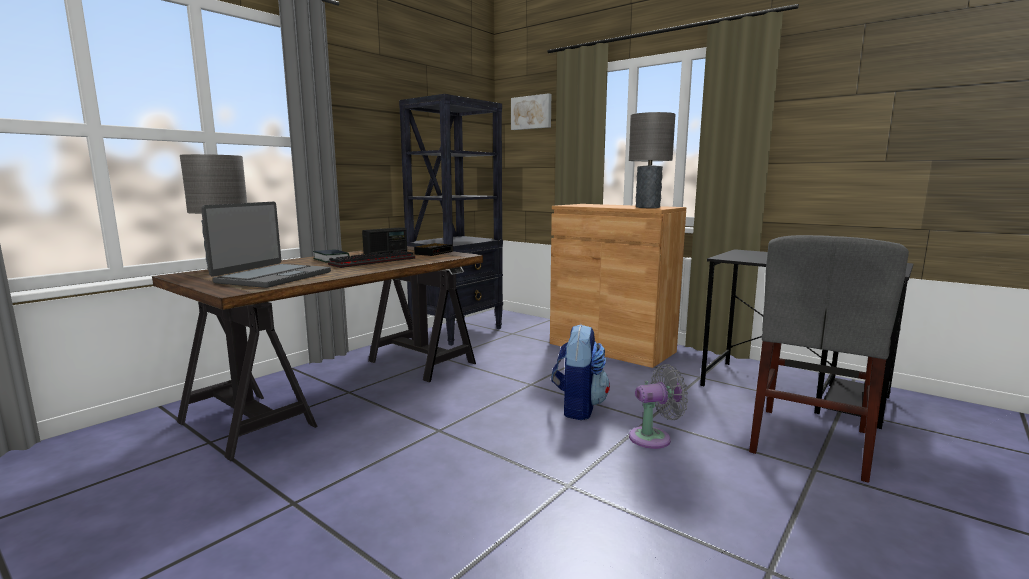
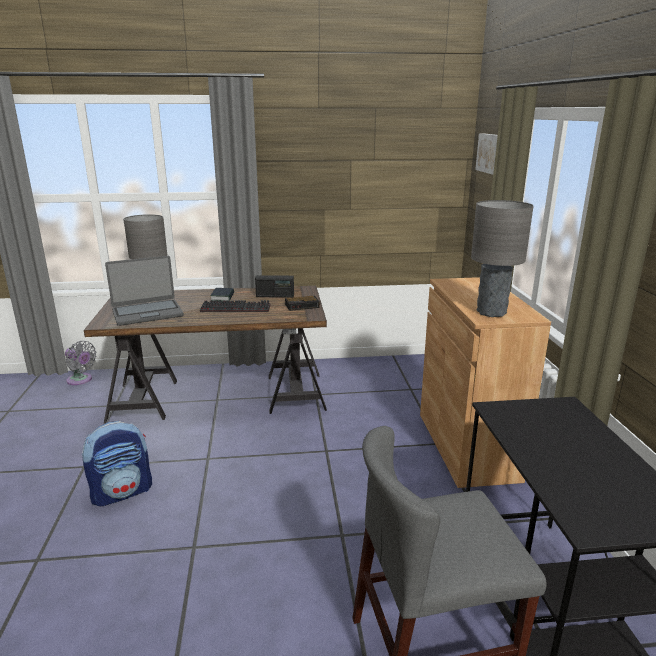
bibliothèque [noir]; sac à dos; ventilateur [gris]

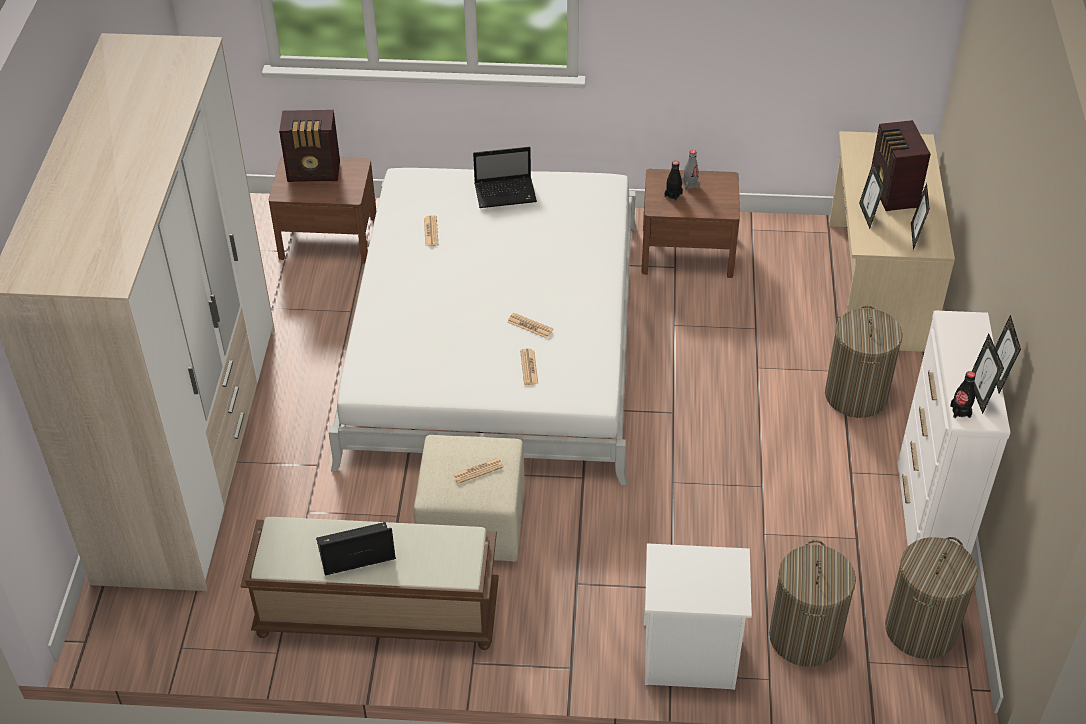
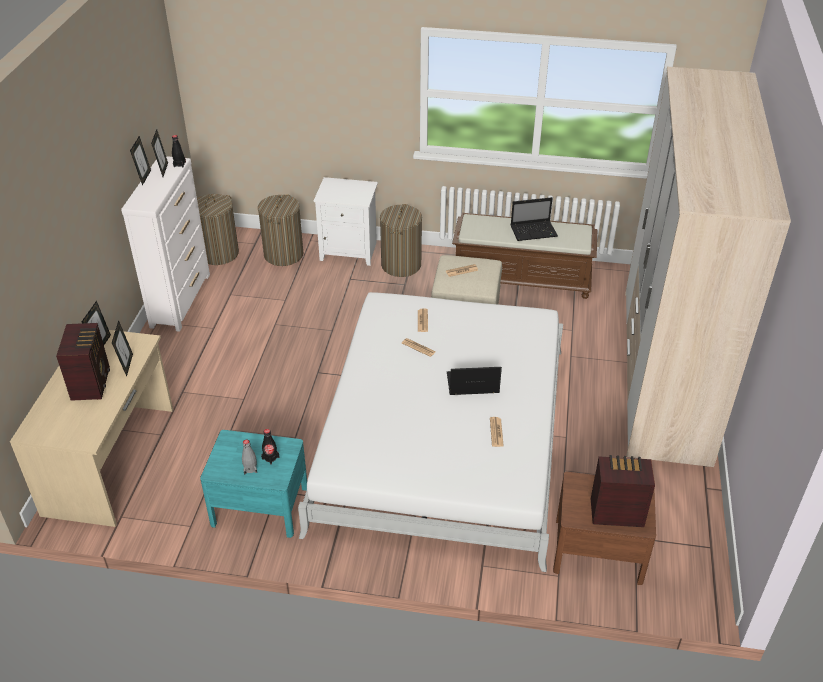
ordinateur portable (no. 1 from left); table de chevet [turquoise]; panier à linge (no. 3 from left)

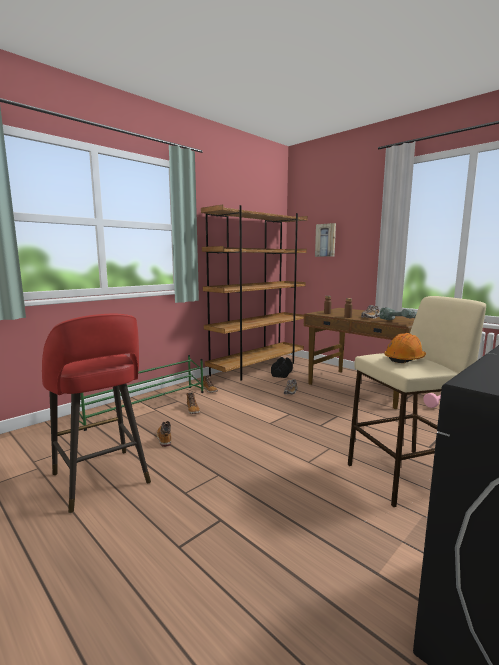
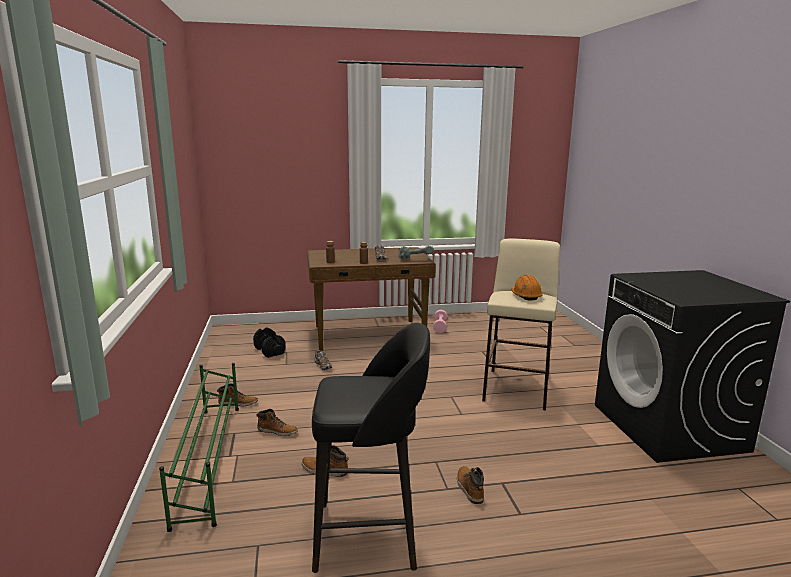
tabouret [noir]; bibliothèque [marron]; tableau; botte (no. 4 from left)

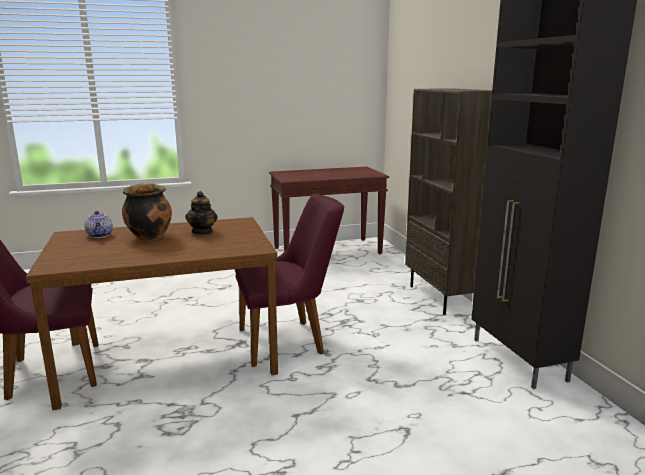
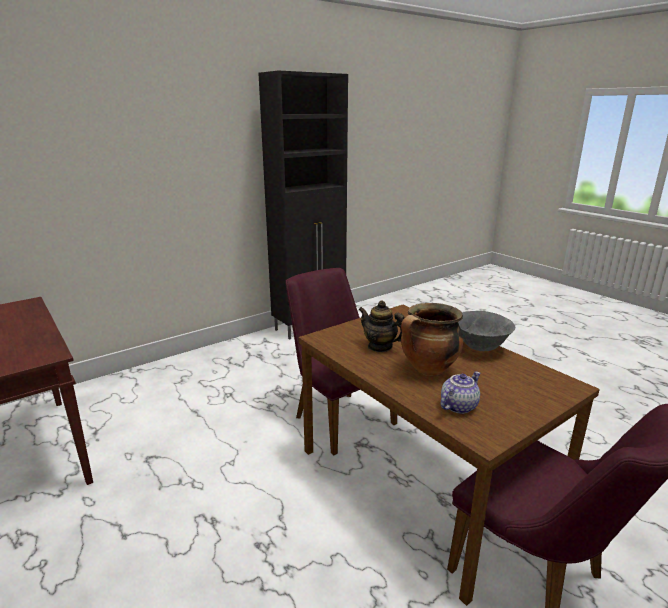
théière (no. 1 from left); bibliothèque [marron]; bol [gris]

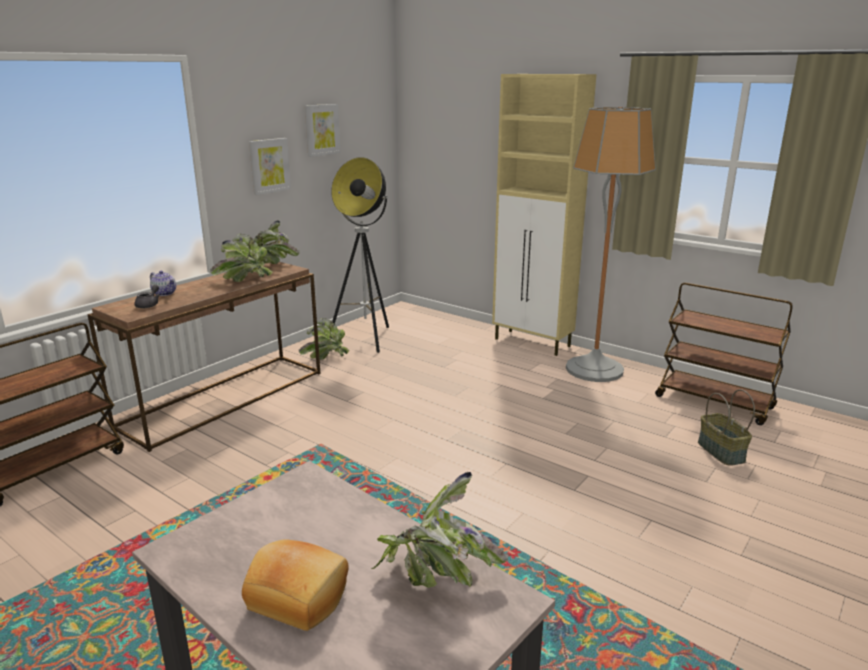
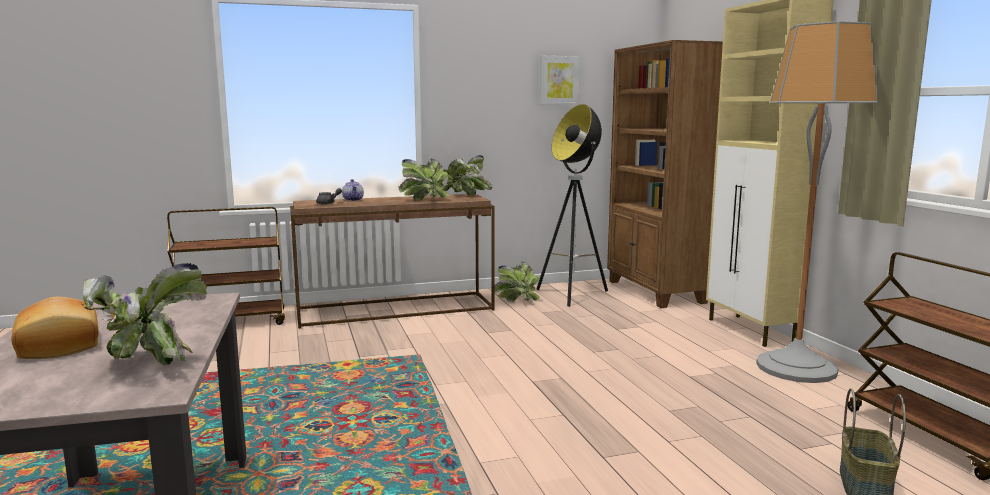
tableau (no. 1 from left in the first image); bibliothèque [marron]

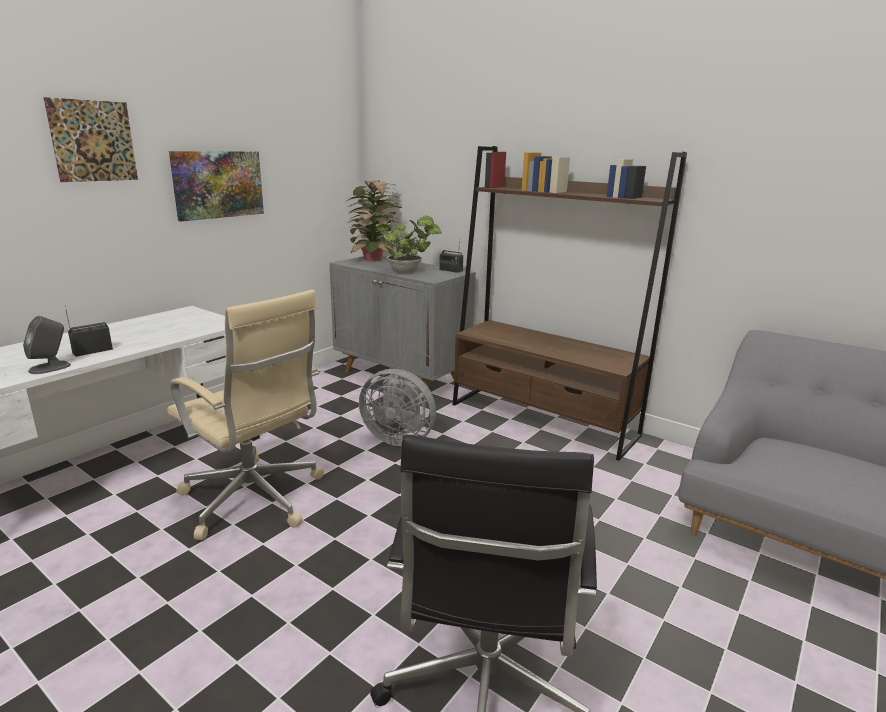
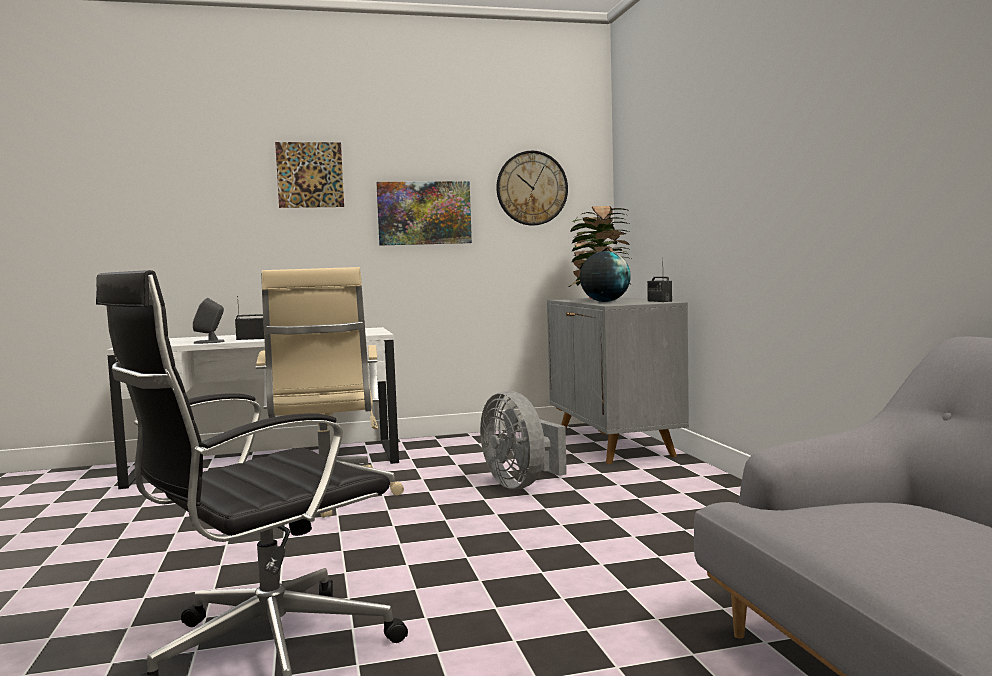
globe; bibliothèque [marron]; horloge murale

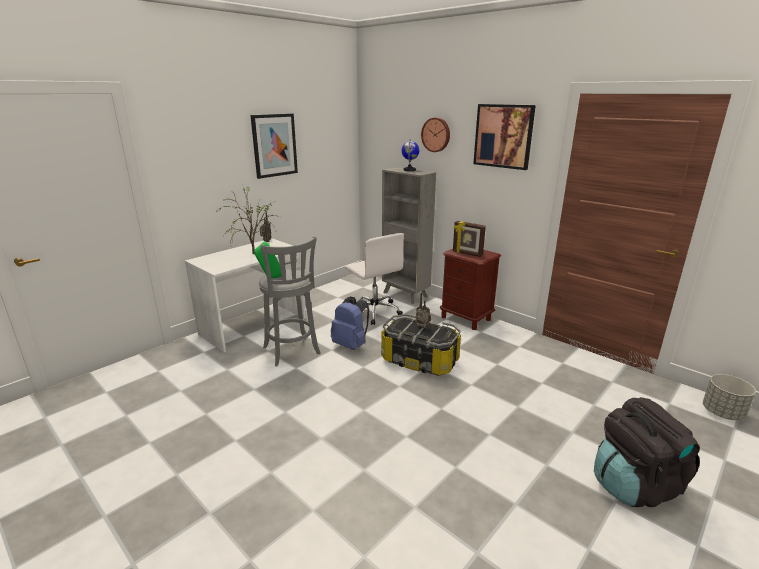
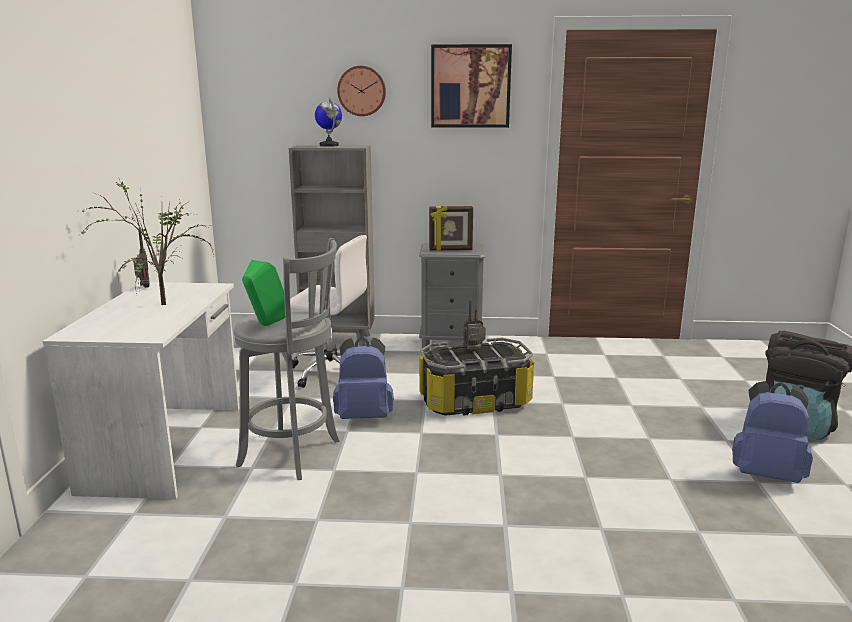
tableau (no. 1 from left in the first image); table de chevet [gris]; cache-pot [gris]; sac à dos [bleu] (no. 2 from left)

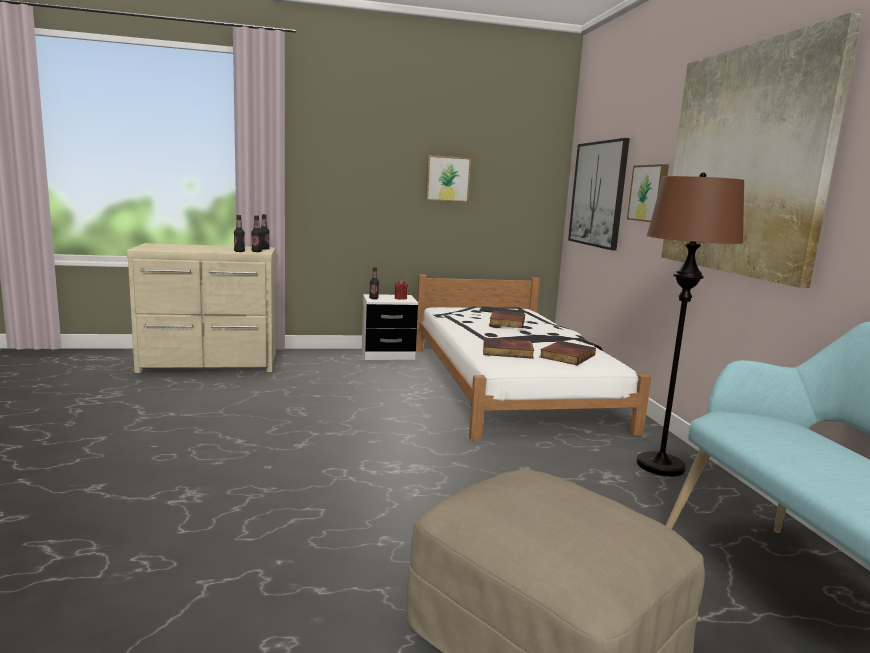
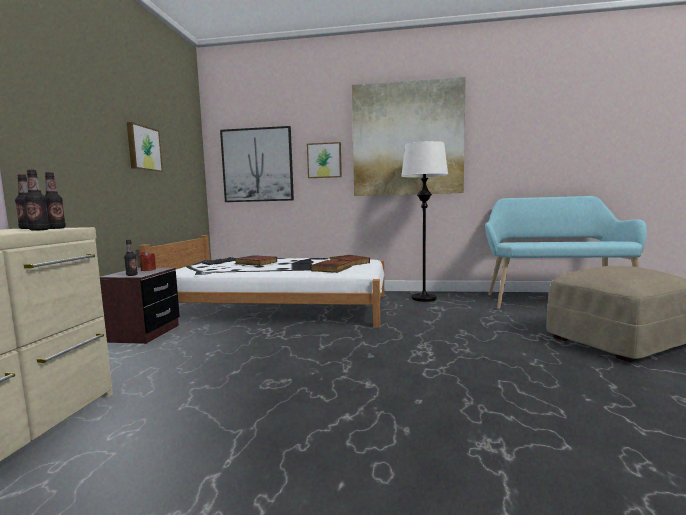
table de chevet [marron]; lampadaire [blanc]

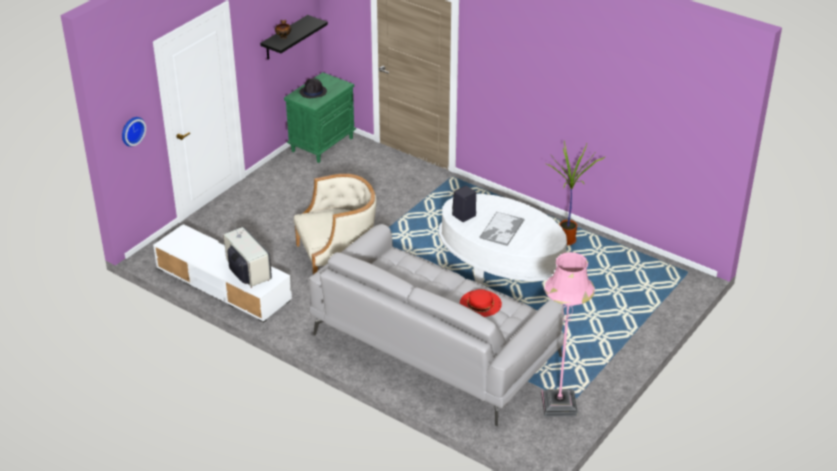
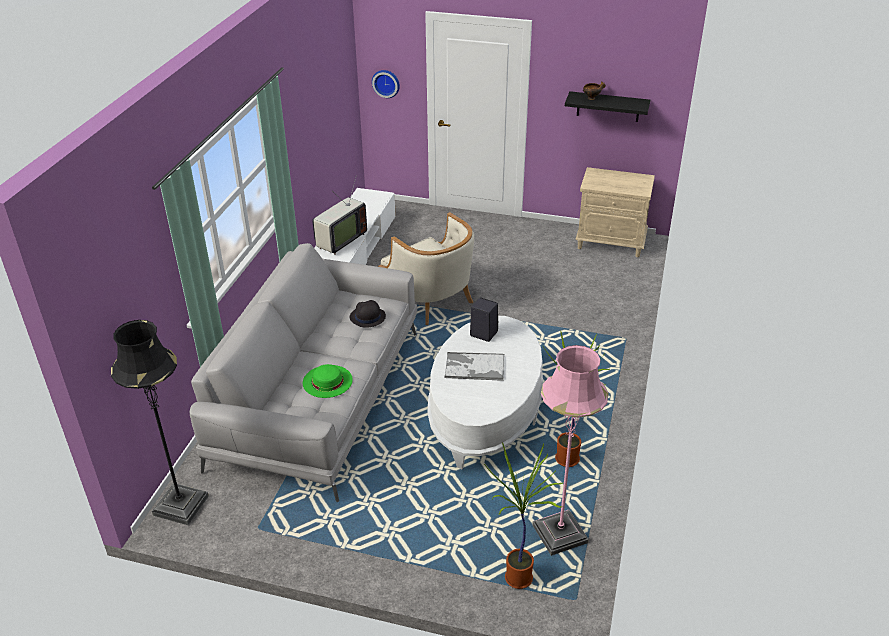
table de chevet [beige]; chapeau [noir]; chapeau [vert]; lampadaire [rose]; lampadaire [noir]; plante en pot (no. 1 from left)

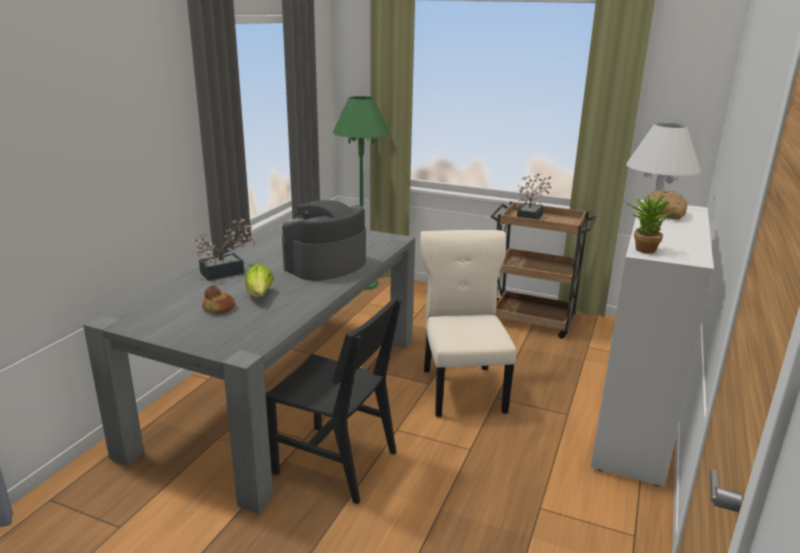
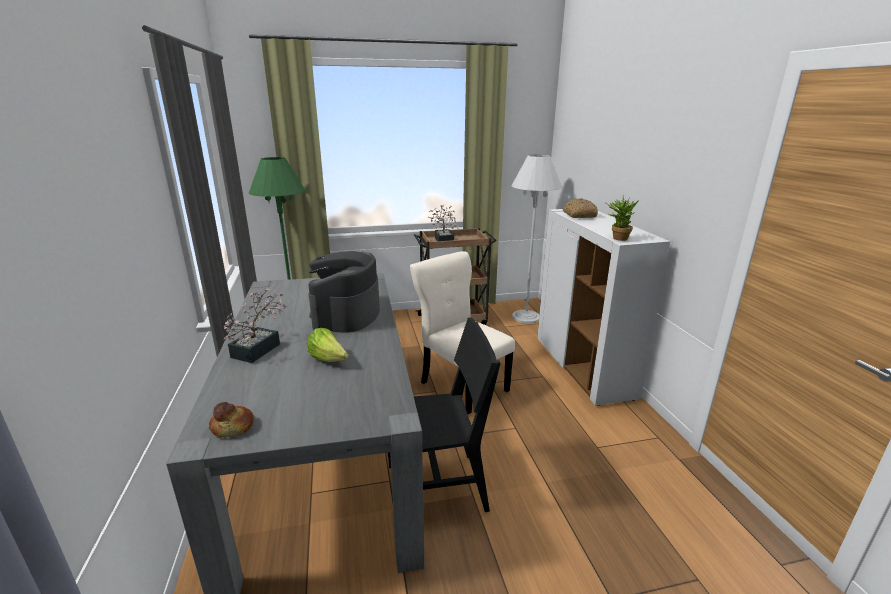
pain (no. 1 from left)

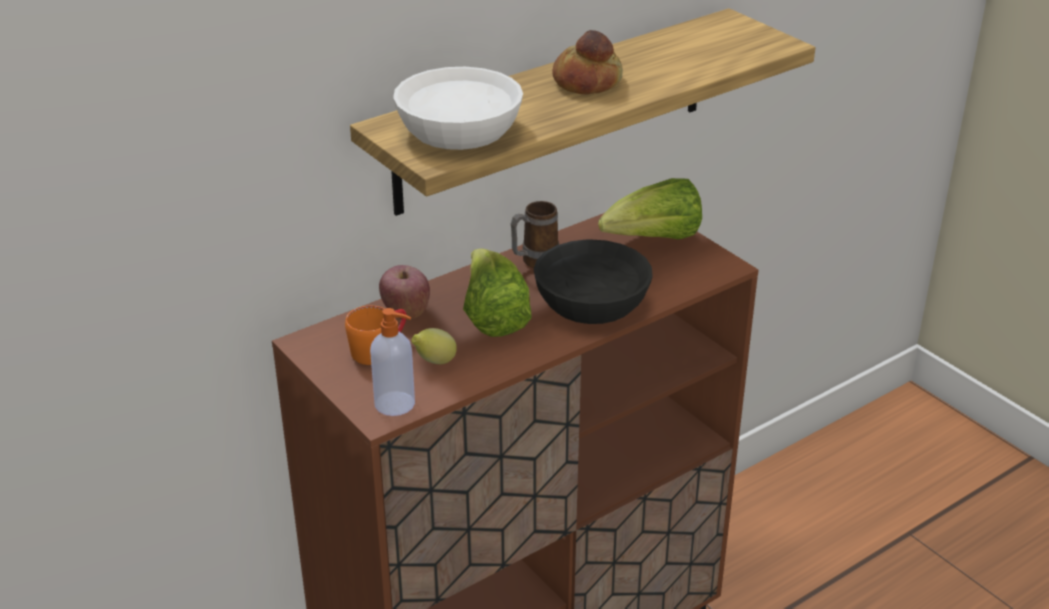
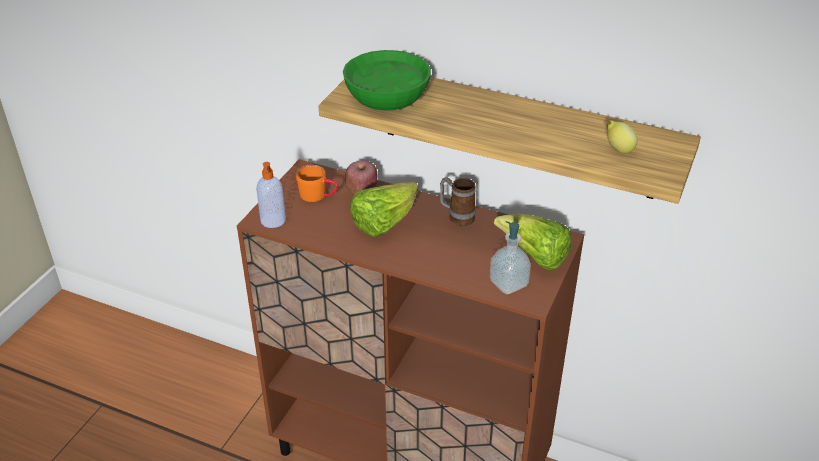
bol [vert]; citron; bol [noir]; pain; distributeur de savon (no. 2 from left)

